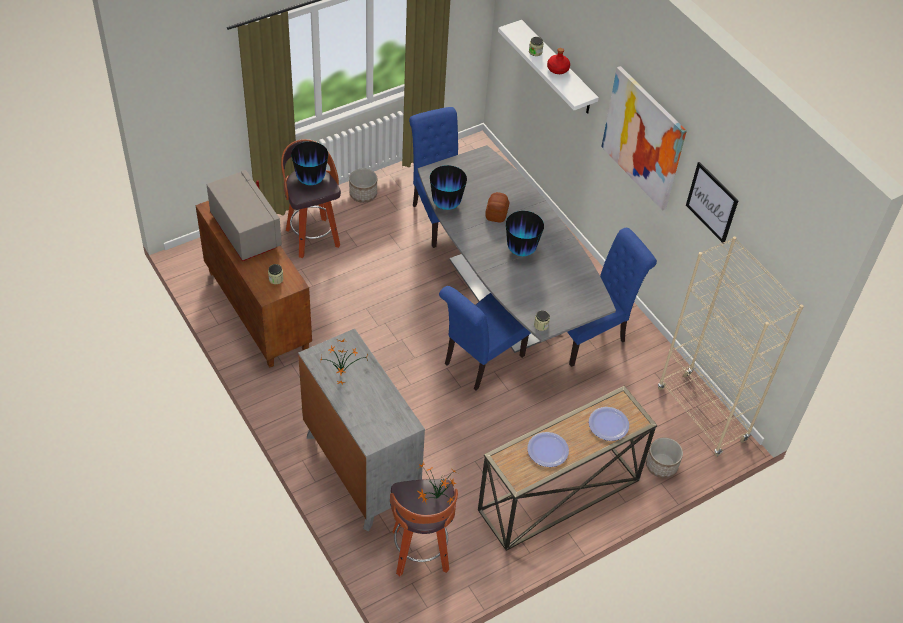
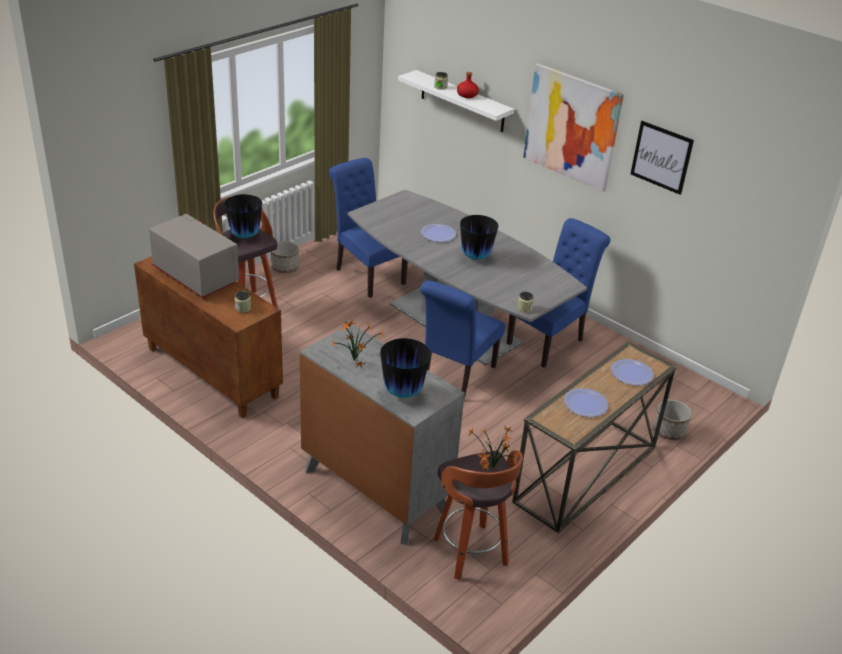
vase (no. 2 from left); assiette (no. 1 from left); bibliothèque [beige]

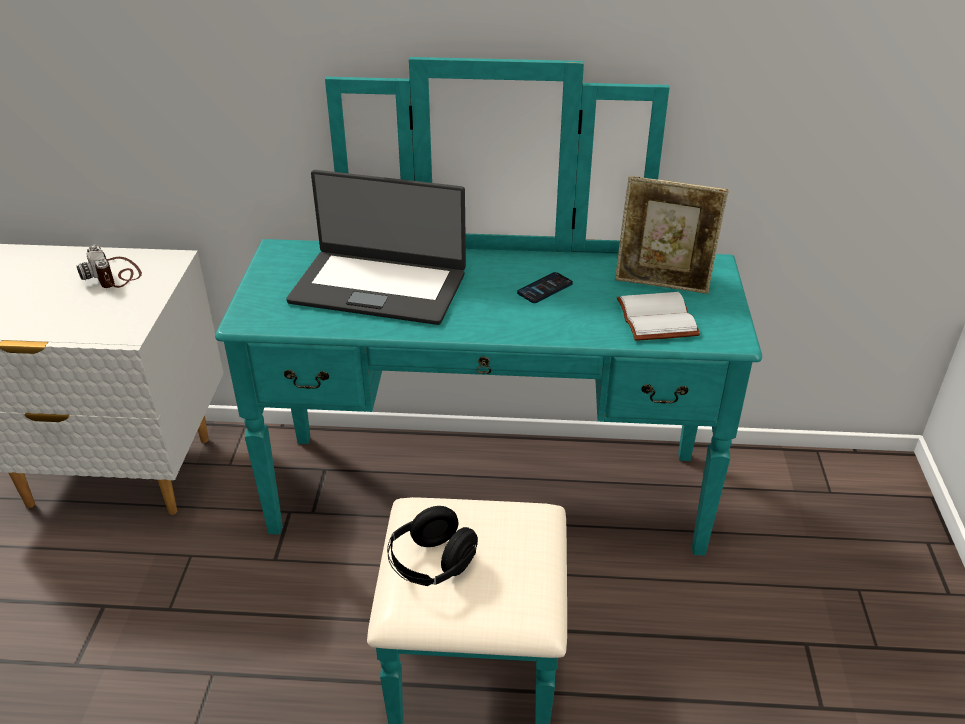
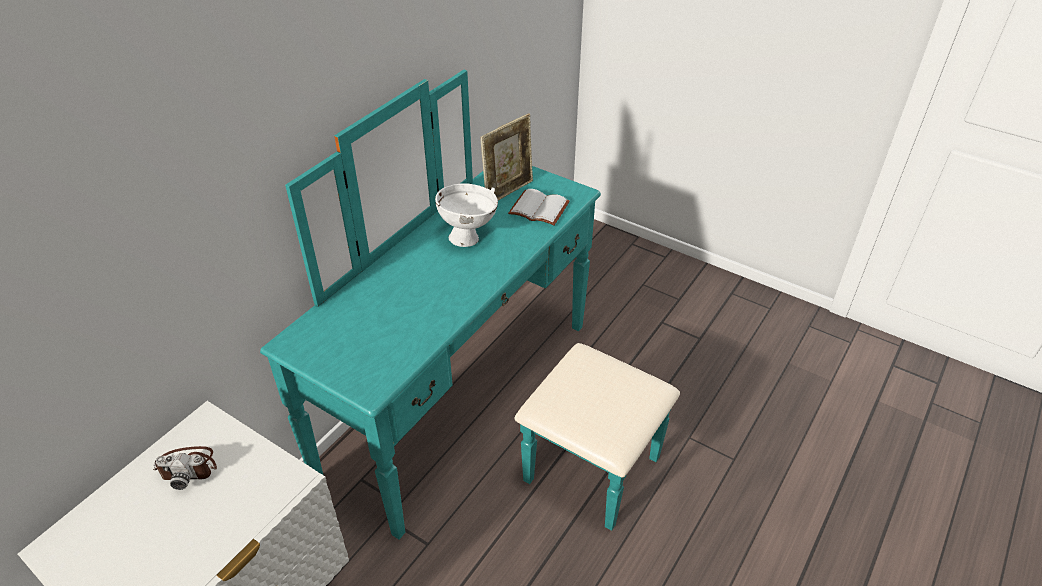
ordinateur portable; casque audio [noir]; bol [blanc]

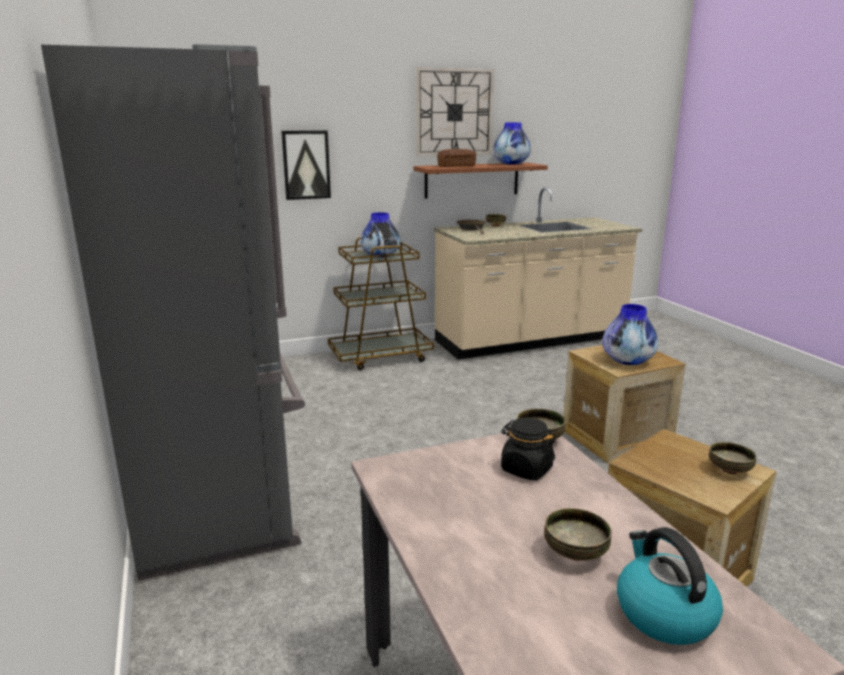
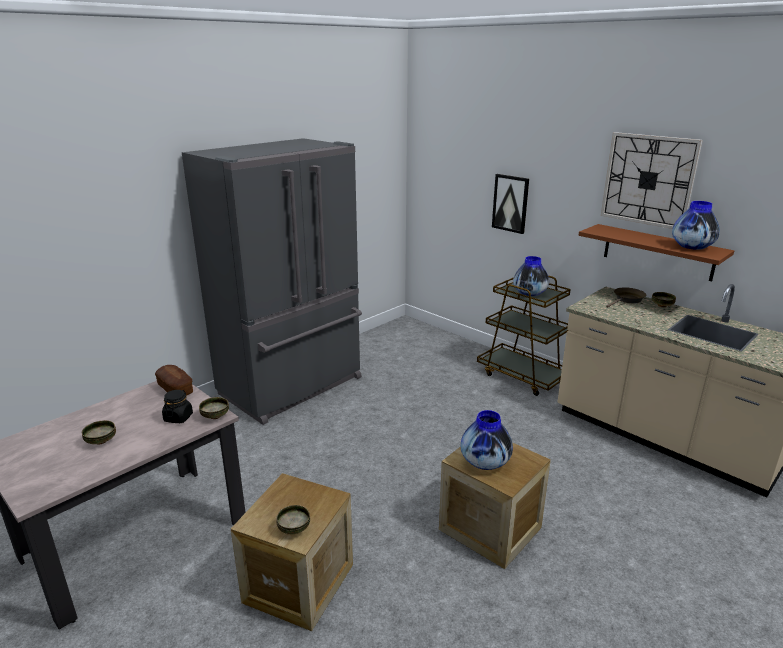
pain; bouilloire

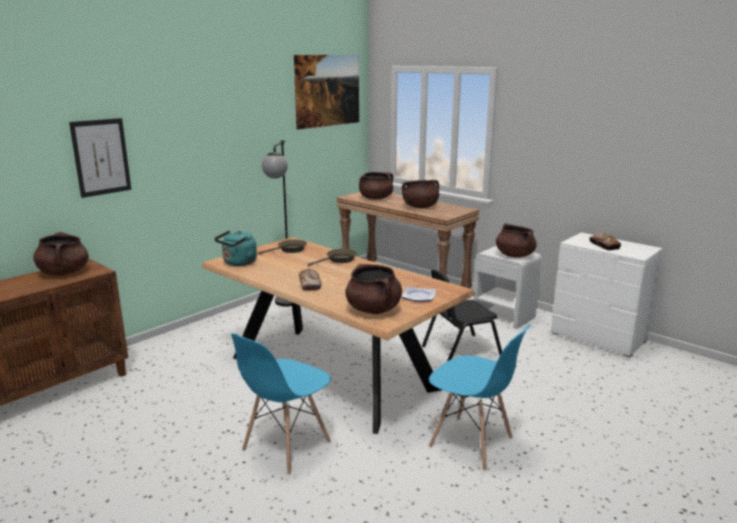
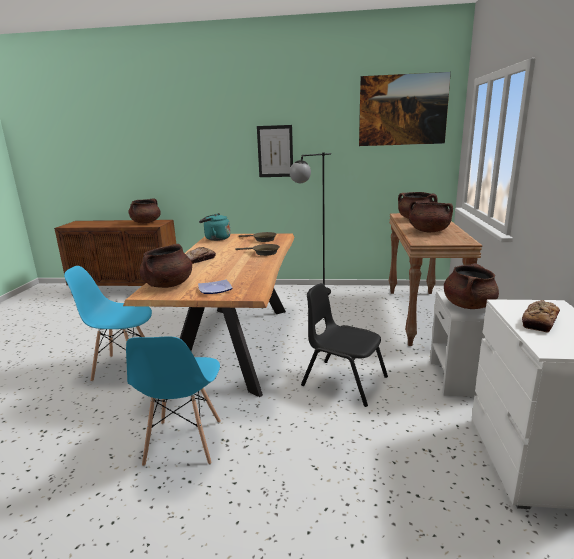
tableau (no. 1 from left)

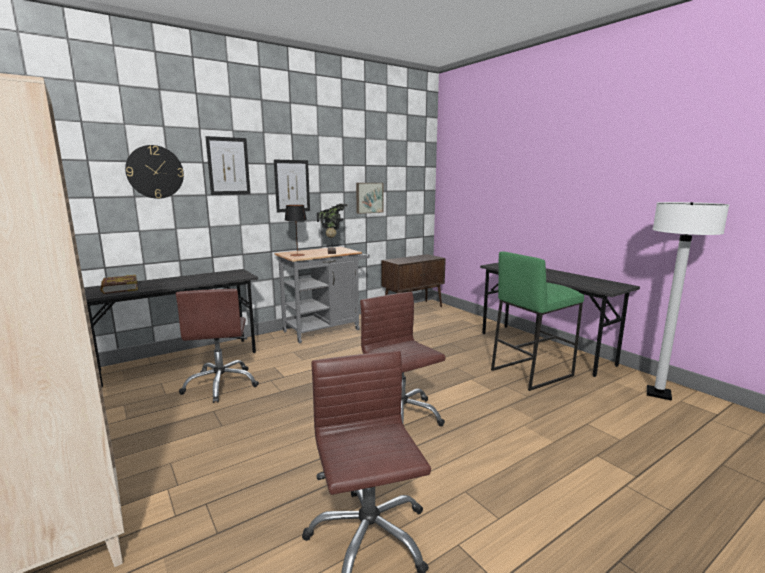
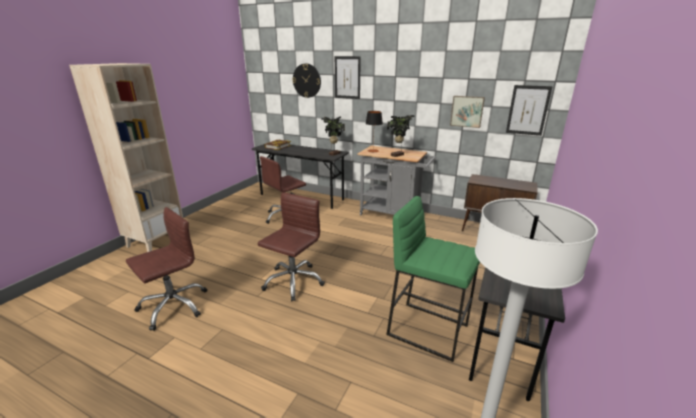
tableau (no. 3 from left); plante en pot (no. 1 from left)

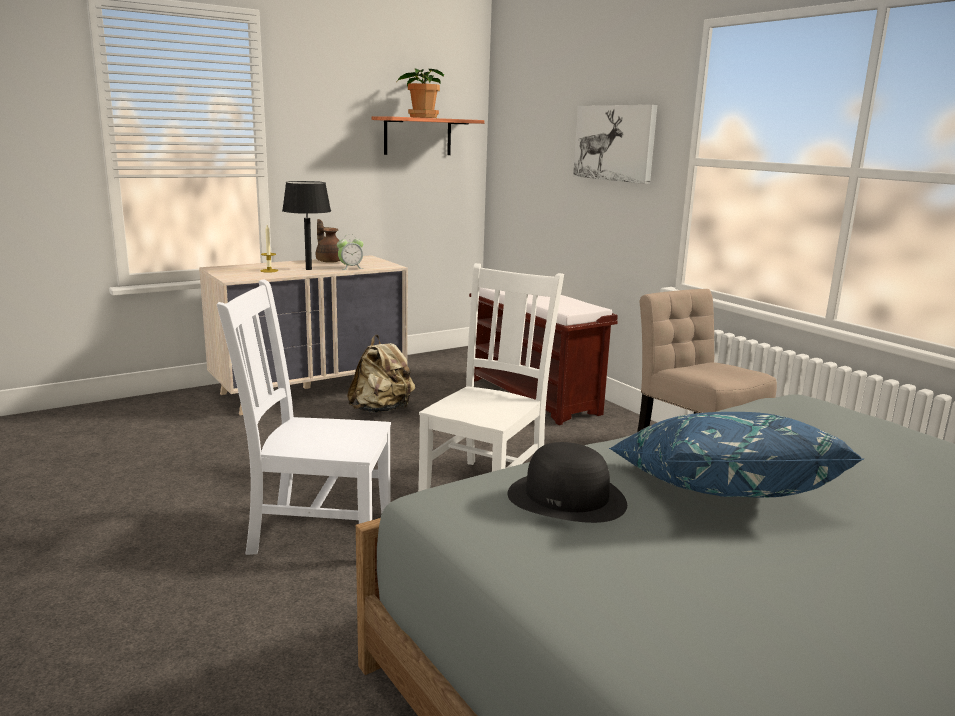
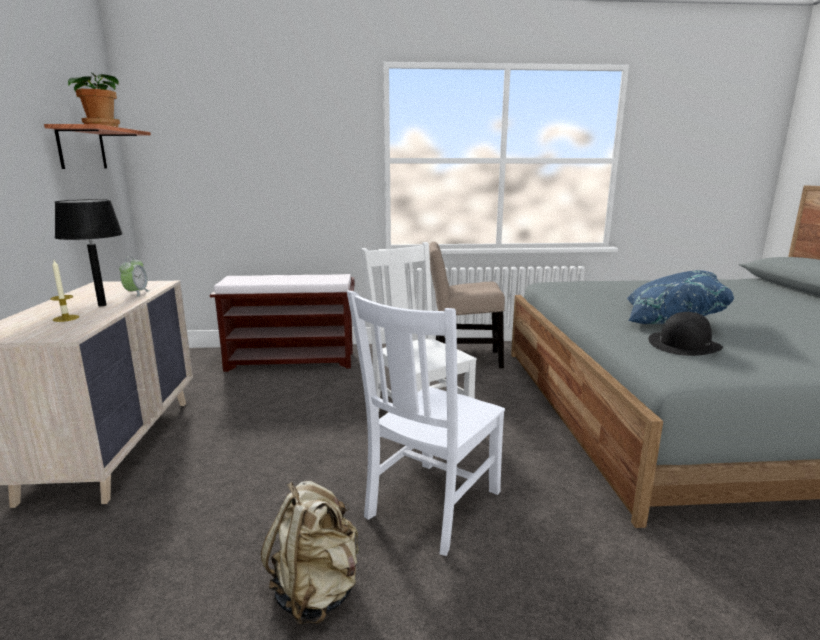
théière [marron]; sac à dos [beige]; tableau

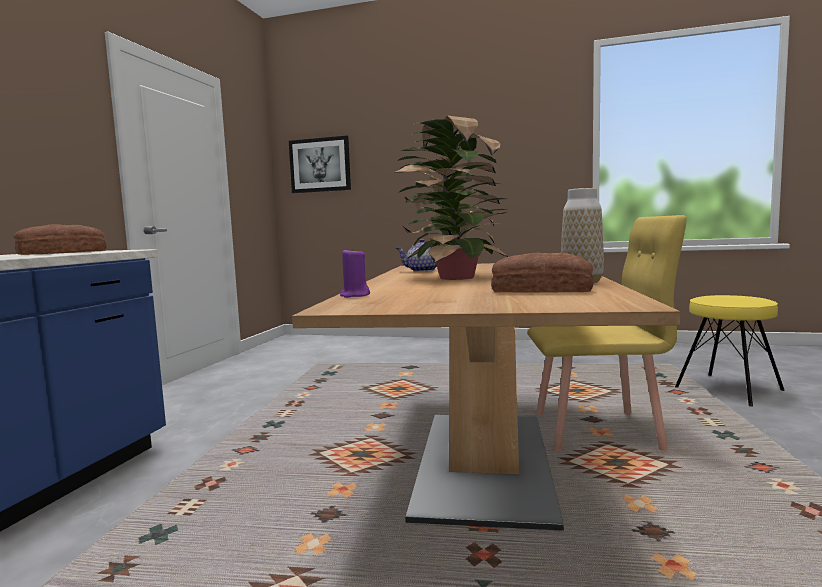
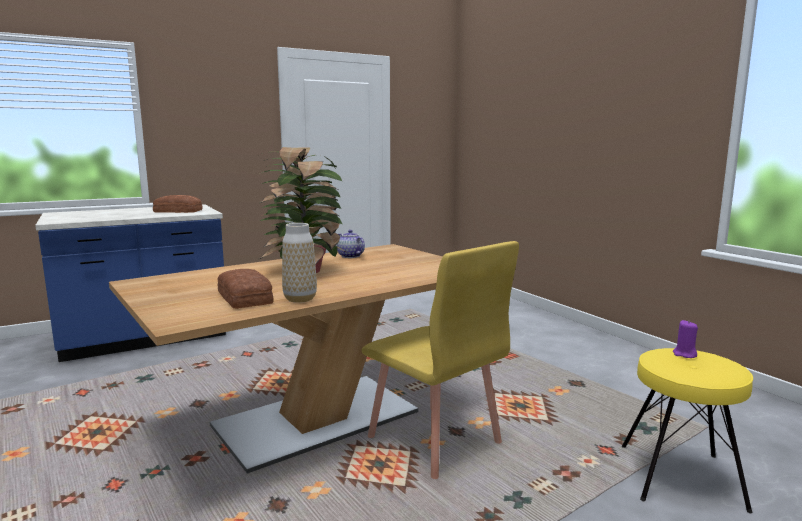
tableau; bougie [violet]

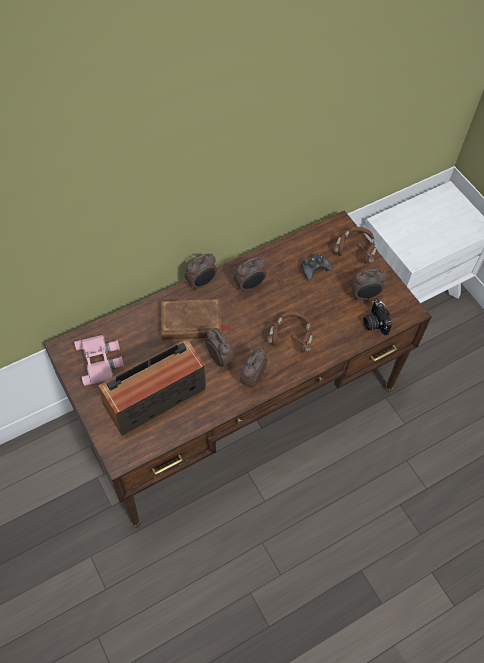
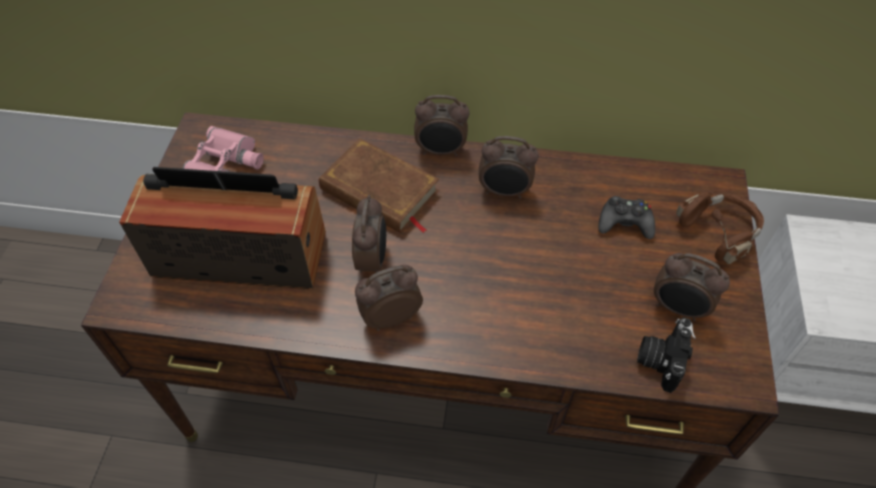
casque audio [marron] (no. 1 from left in the first image)

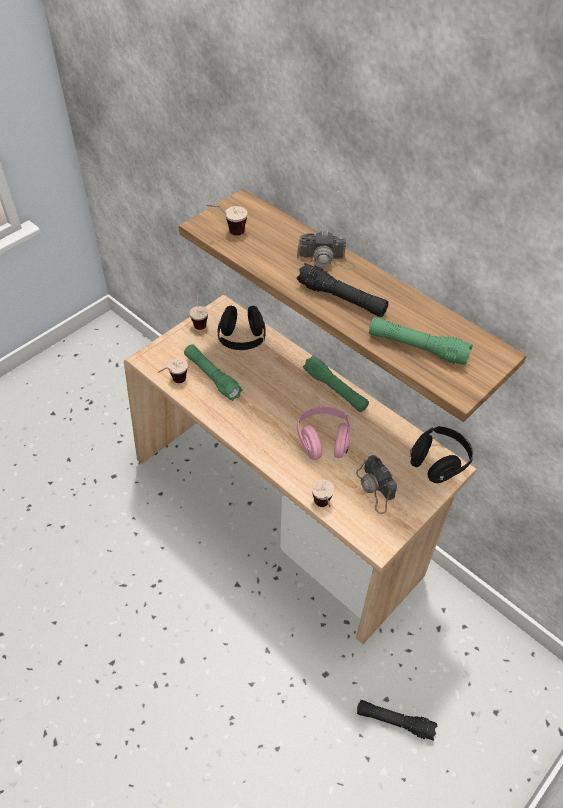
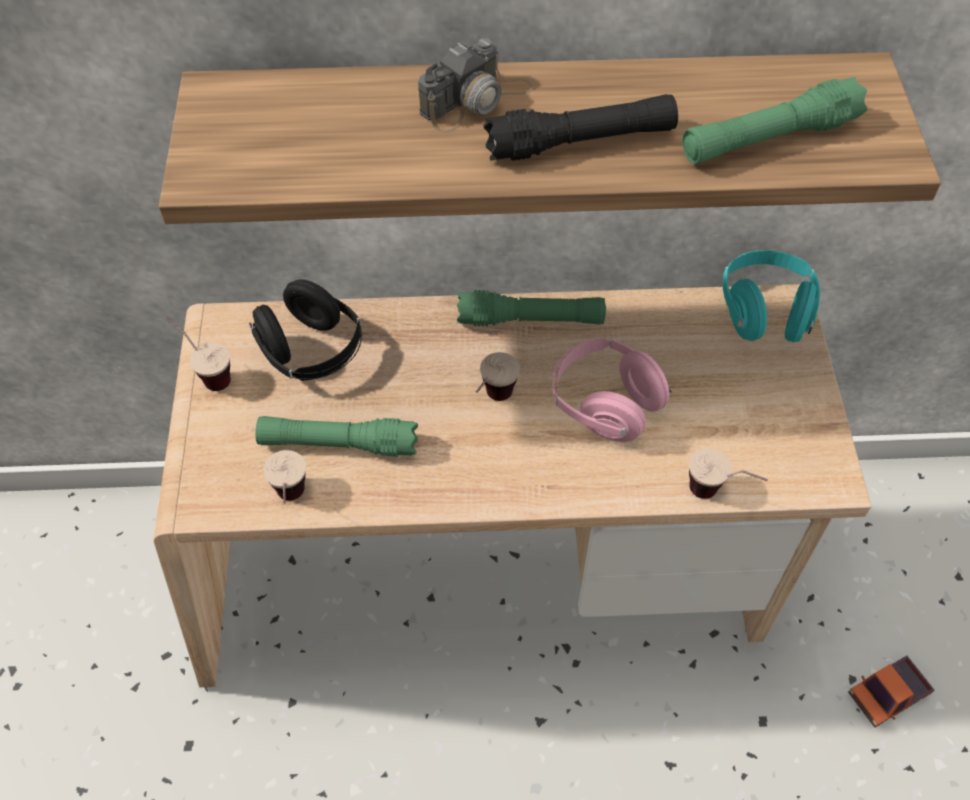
tasse (no. 3 from left); appareil photo (no. 2 from left in the first image); camion jouet; casque audio [turquoise]

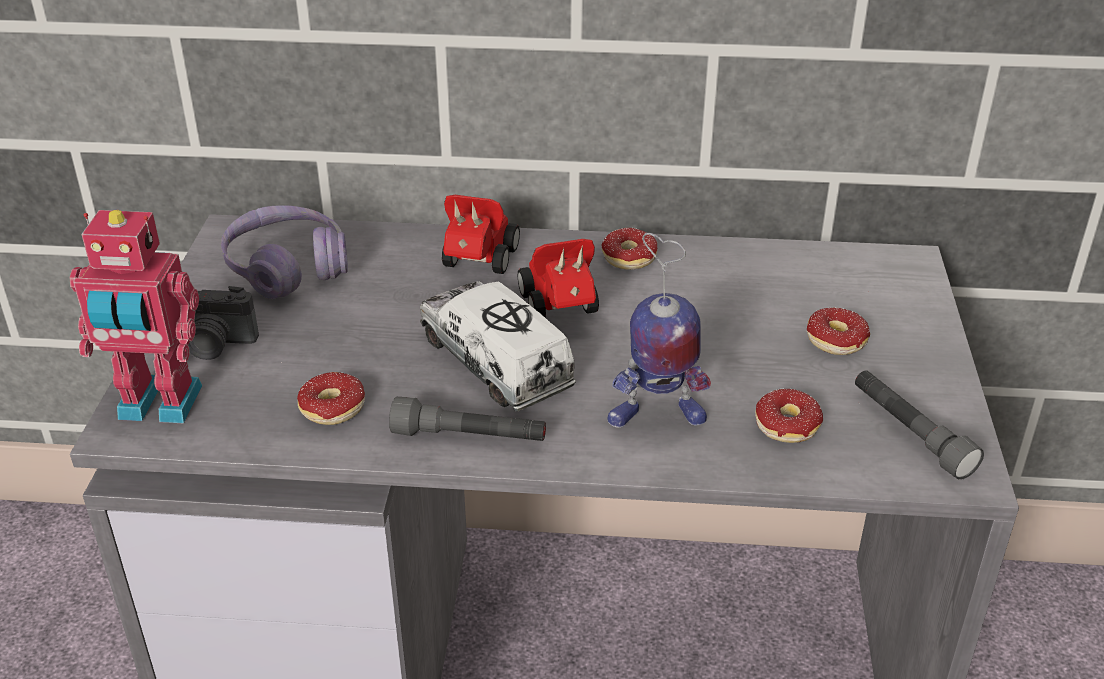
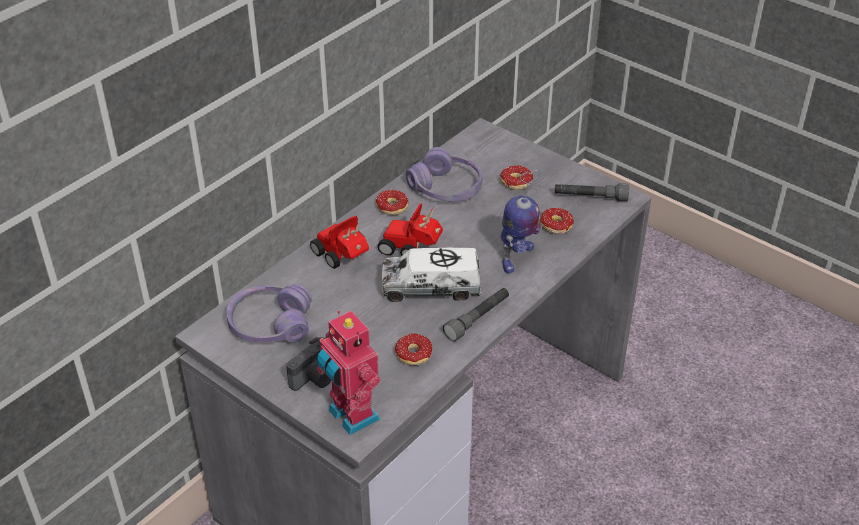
robot jouet (no. 1 from left); casque audio [violet] (no. 2 from left)

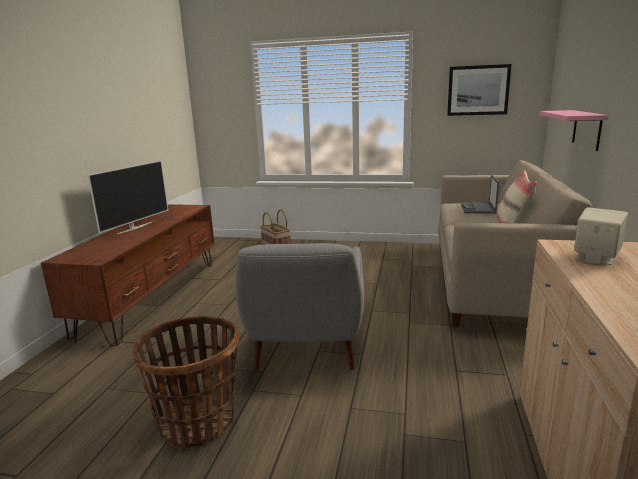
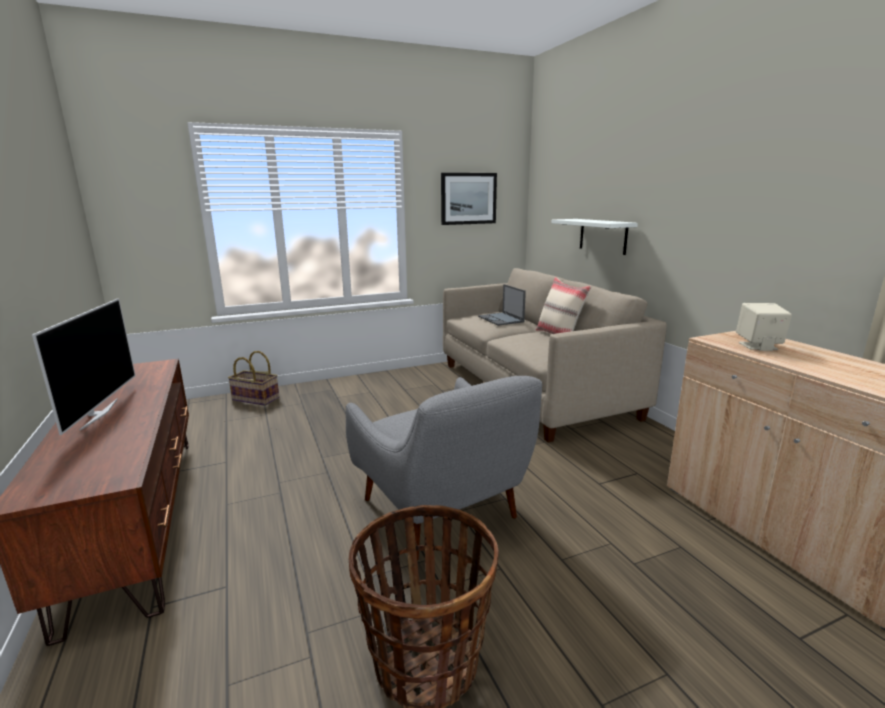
étagère [blanc]

